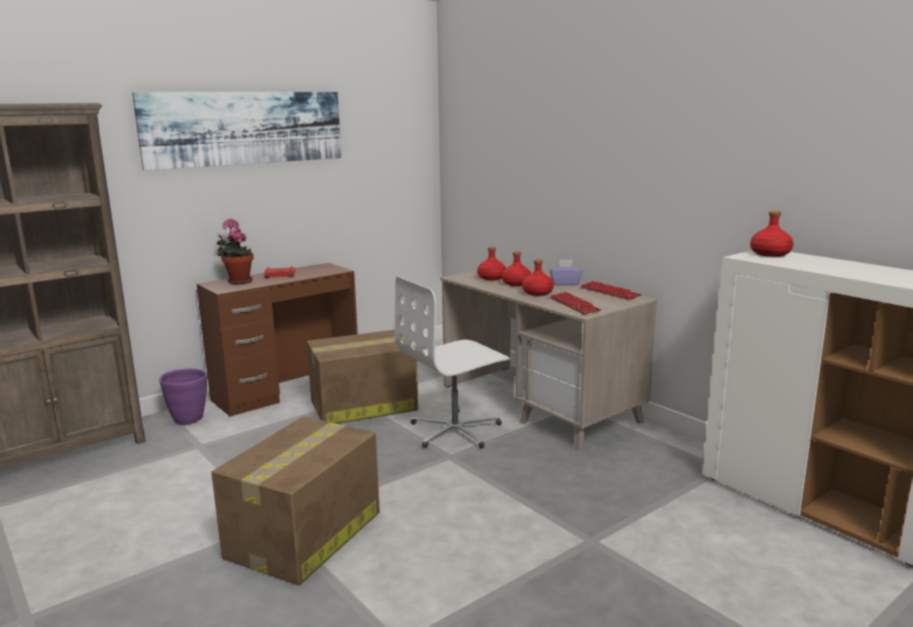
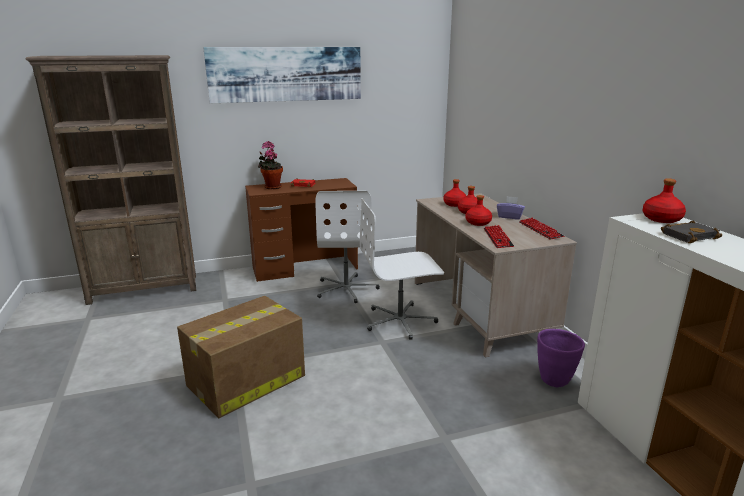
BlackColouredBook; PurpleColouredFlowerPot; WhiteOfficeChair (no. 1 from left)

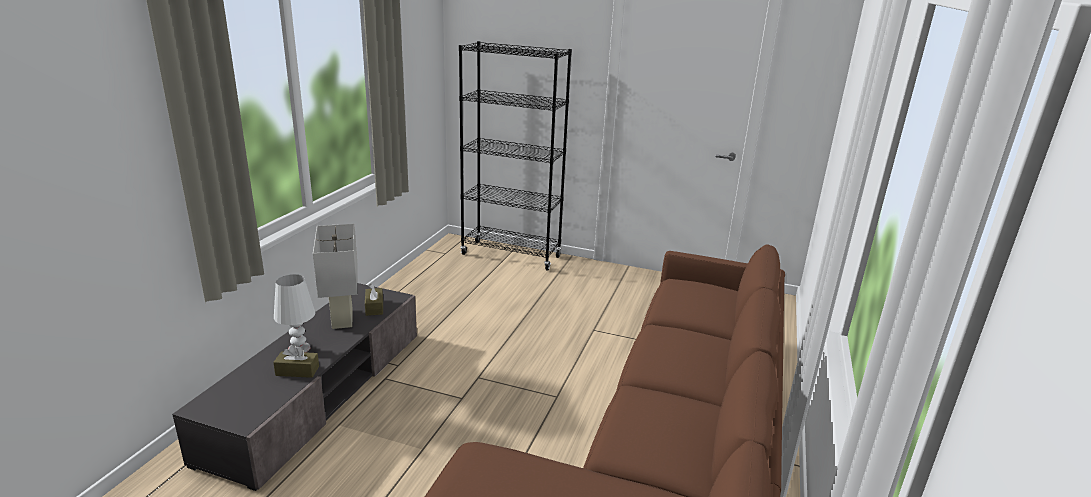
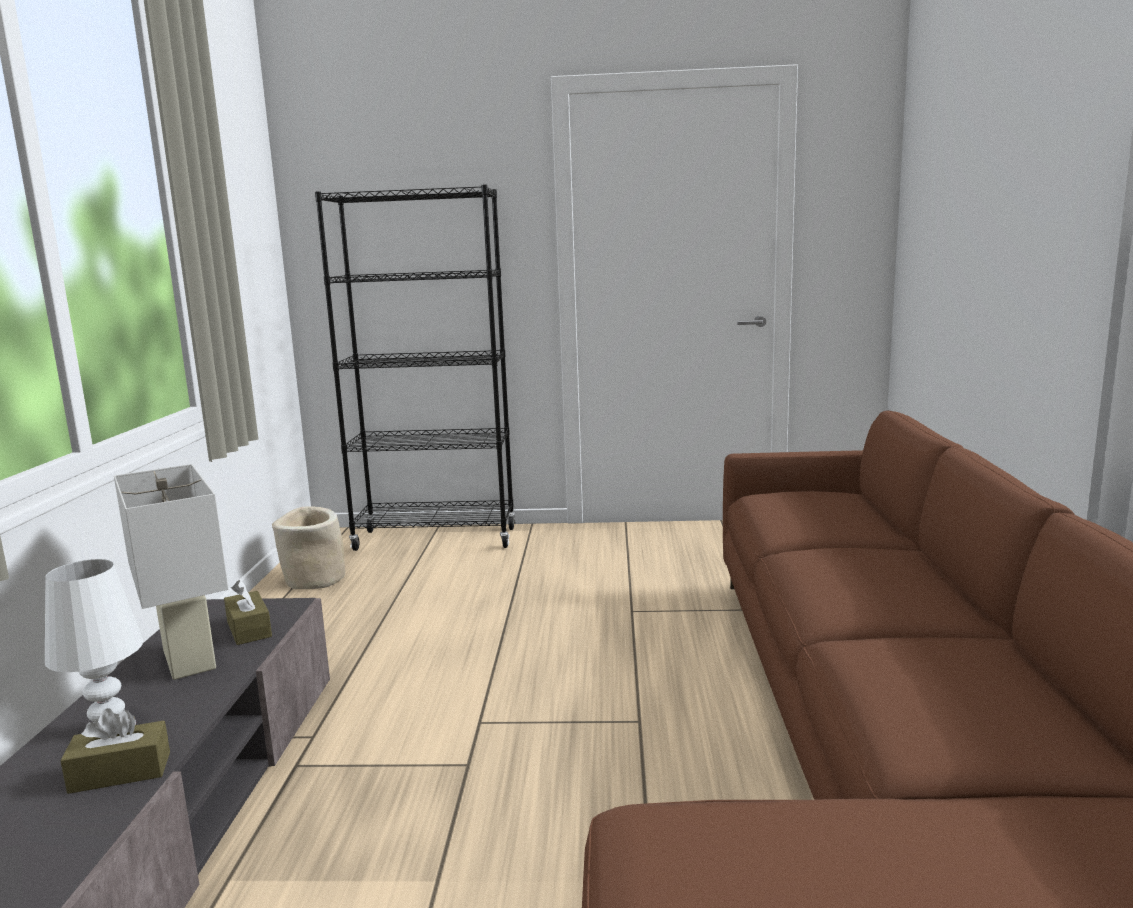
BeigeColouredFlowerPot

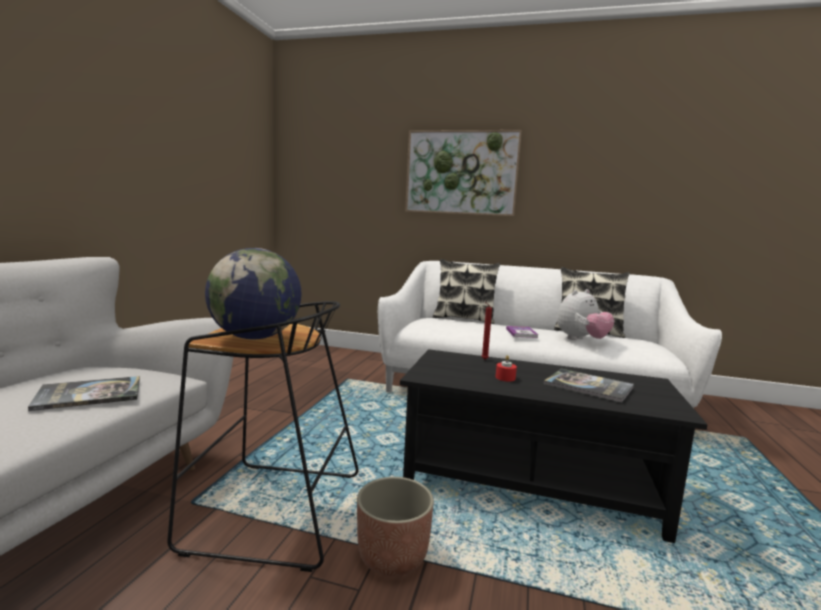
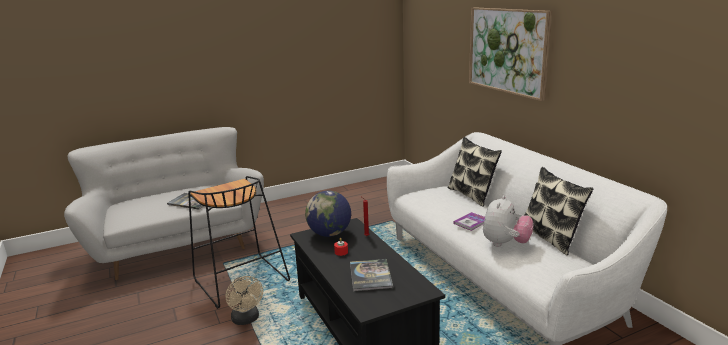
WorldGlobe; BeigeColouredFan; SoftToy

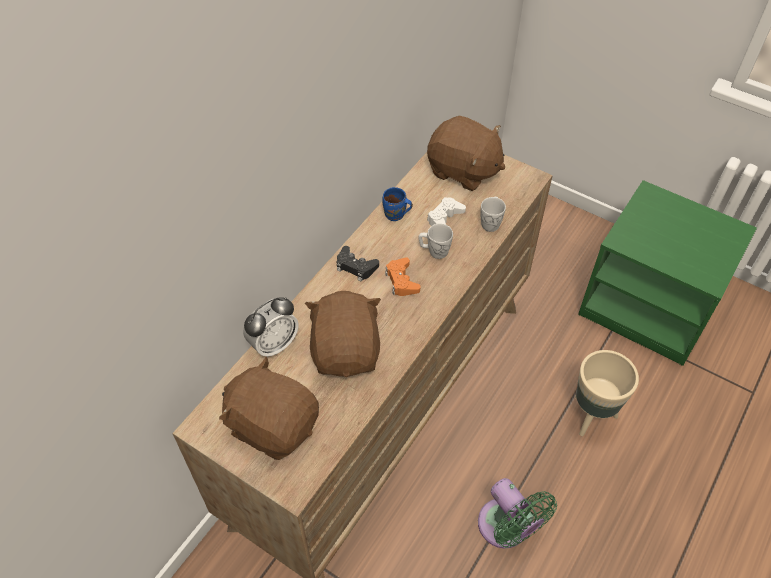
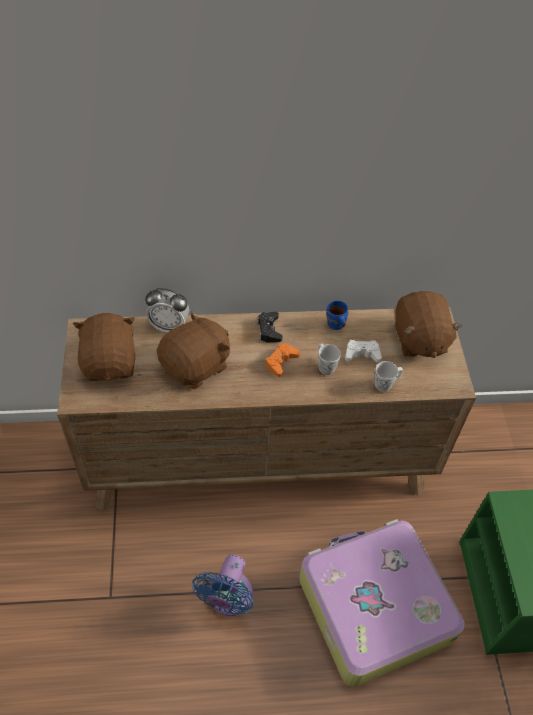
PieceOfLuggage; BluishFan

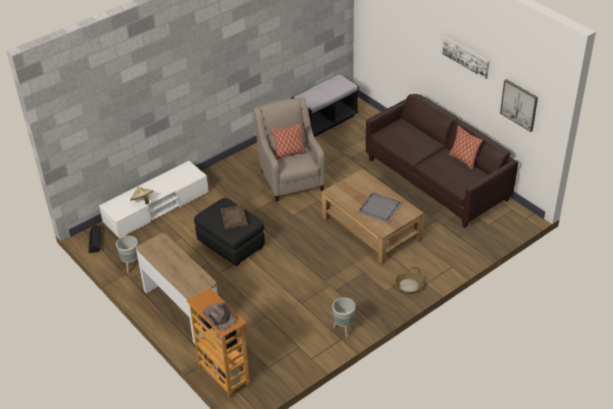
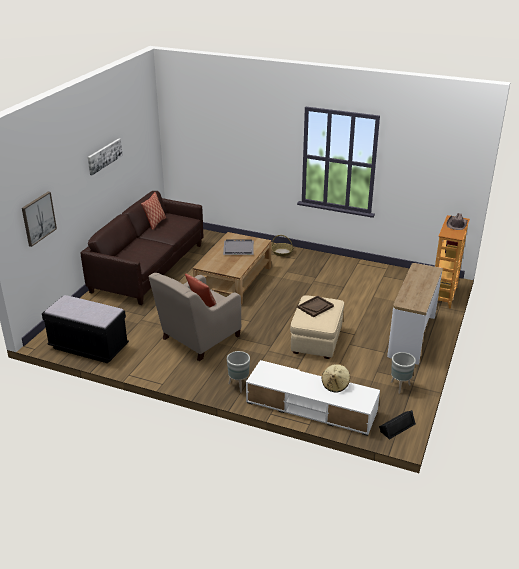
GreyFlowerPot (no. 1 from left); WallPicture (no. 1 from left); BeigeColouredOttoman

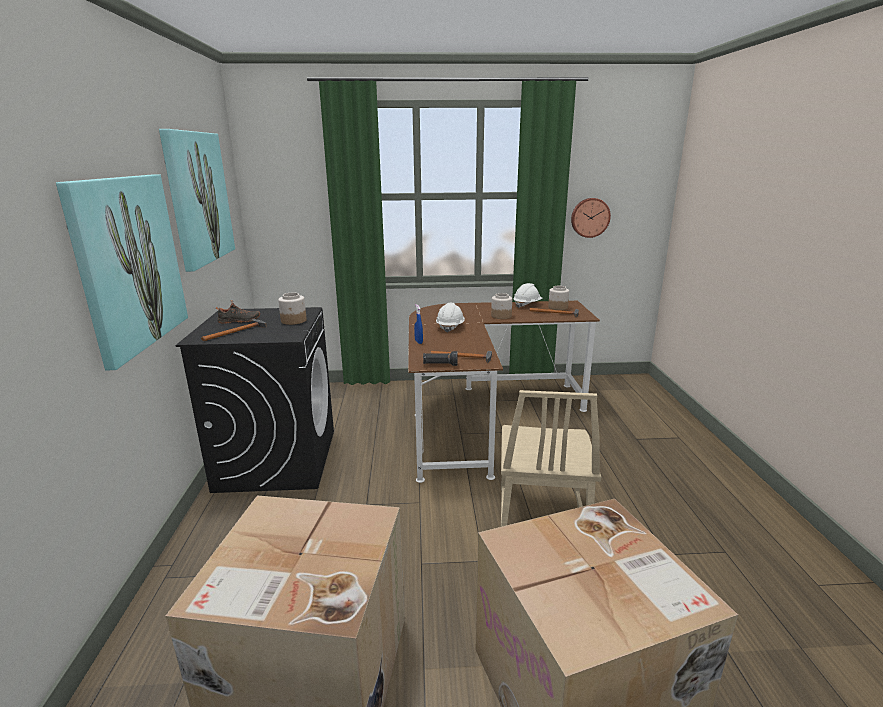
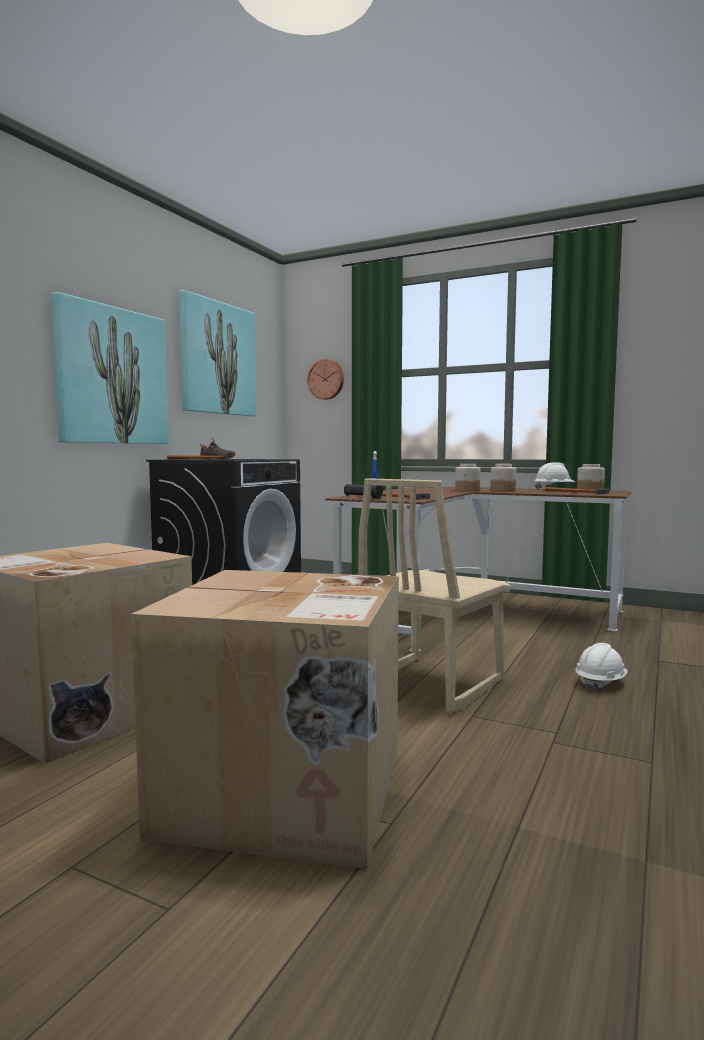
StorageJar (no. 1 from left); WhiteWorkHelmet (no. 2 from left); HangingClock

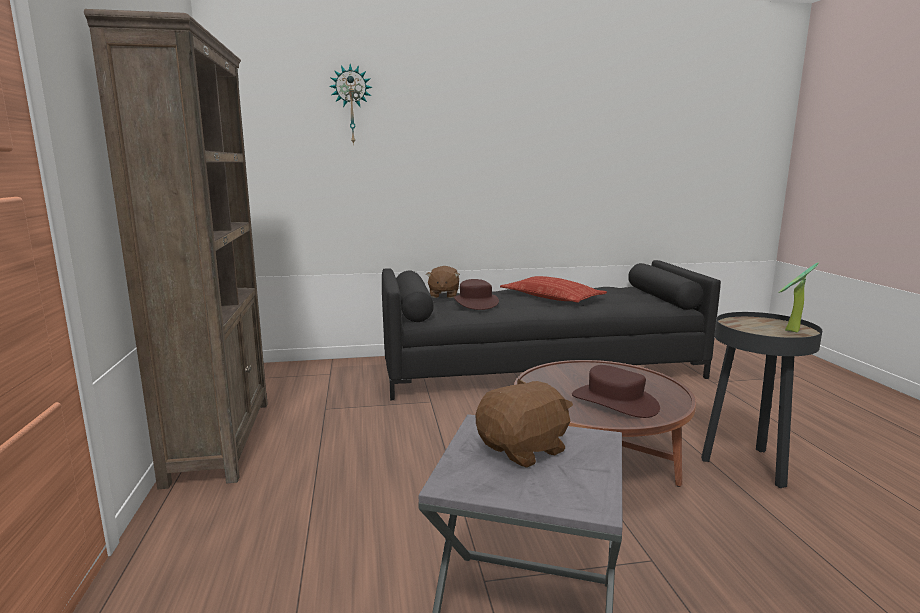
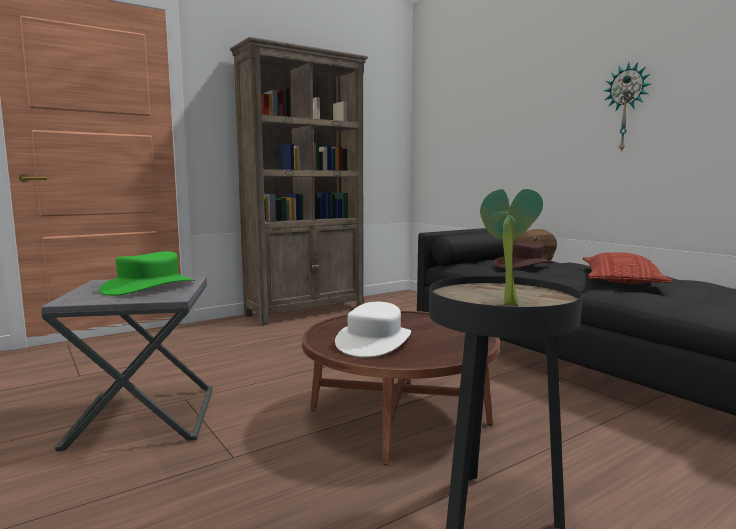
HangingClock; GreenColouredHat; WhiteHat

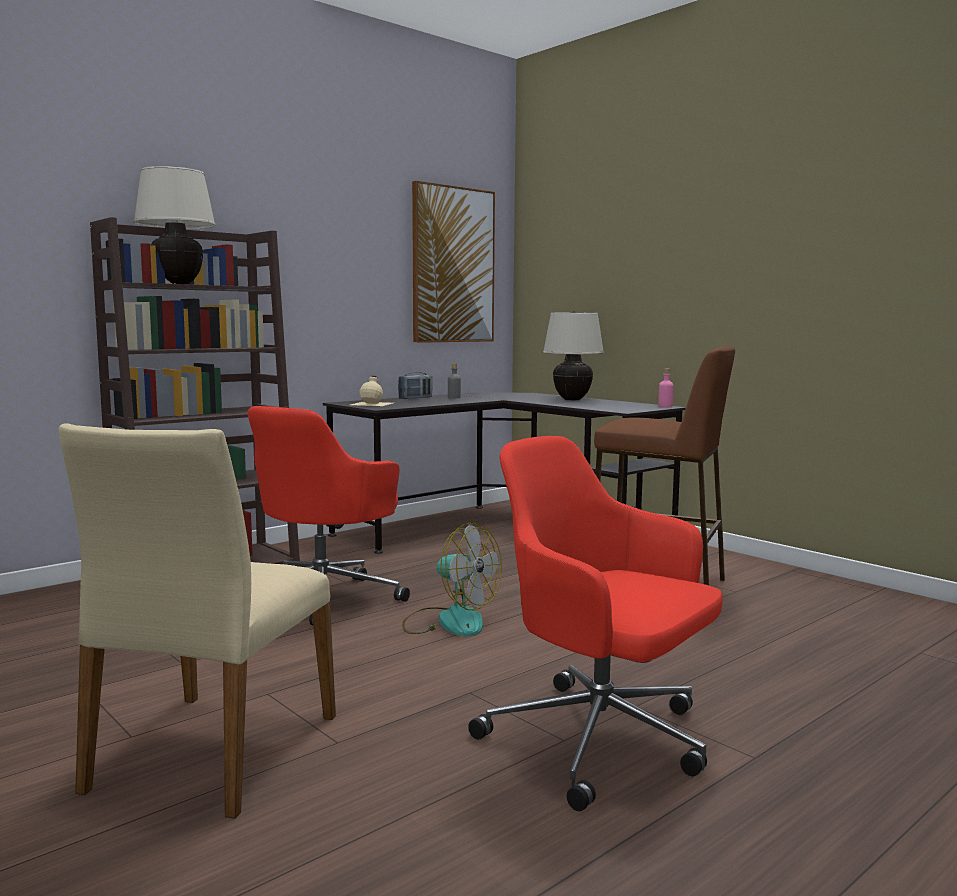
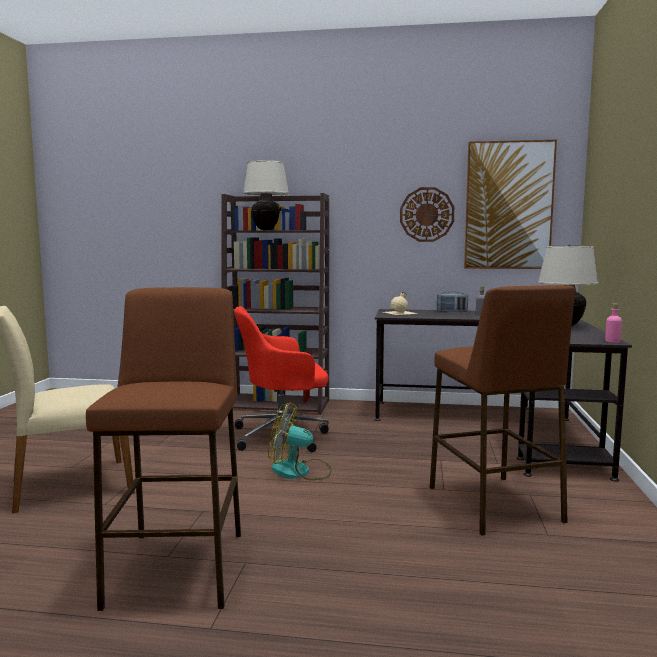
HangingClock; BrownStool (no. 1 from left); Fan

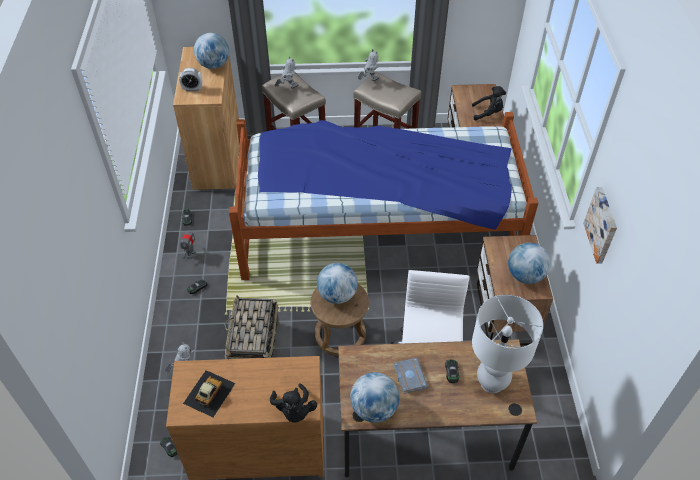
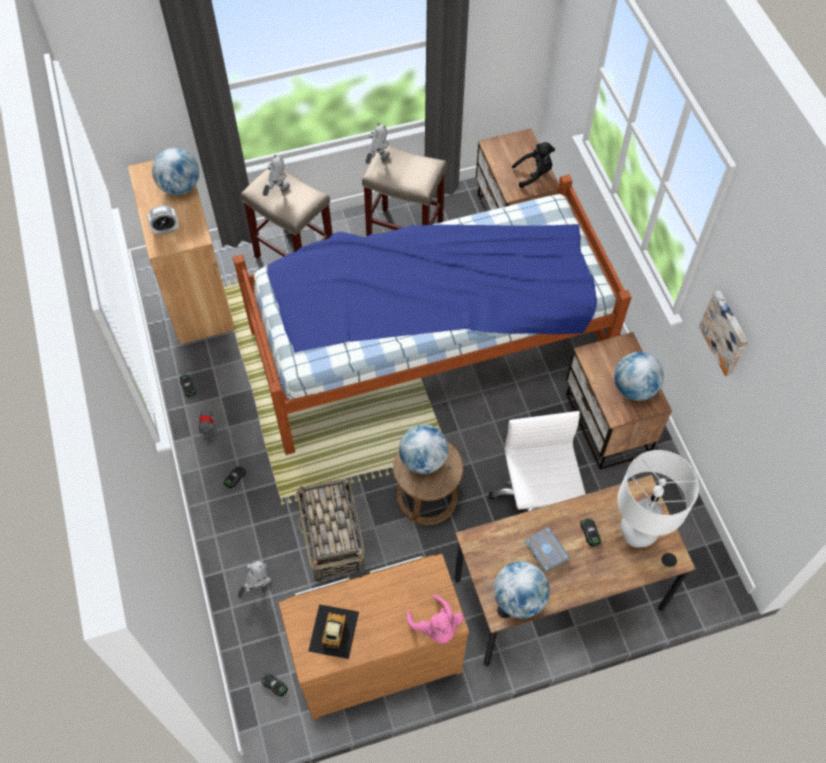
PinkColouredSoftToy

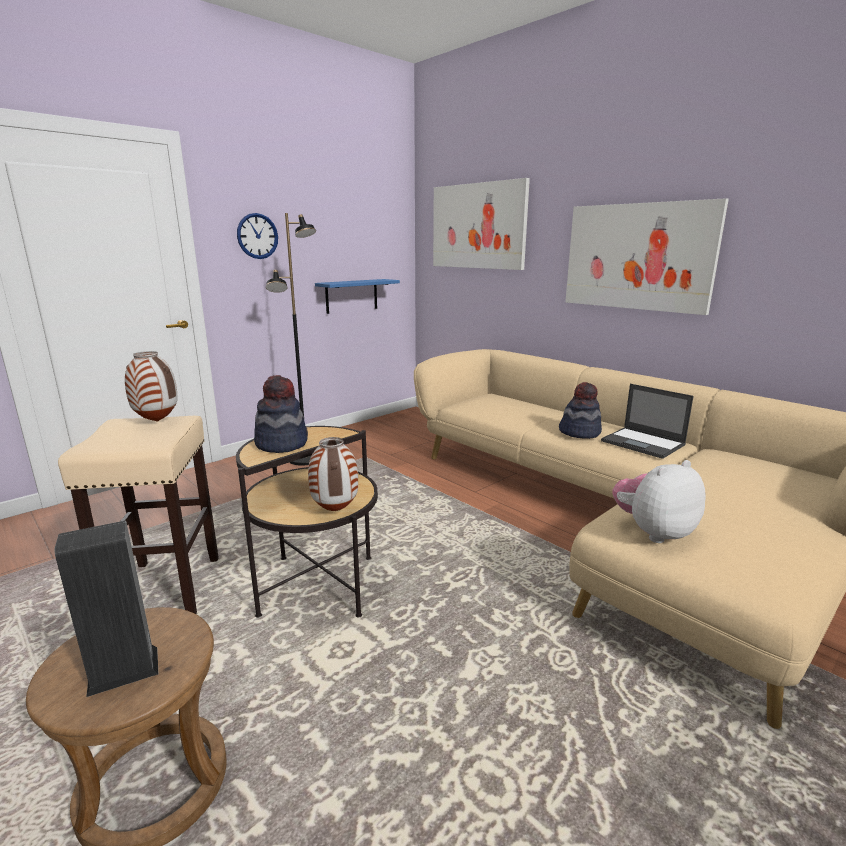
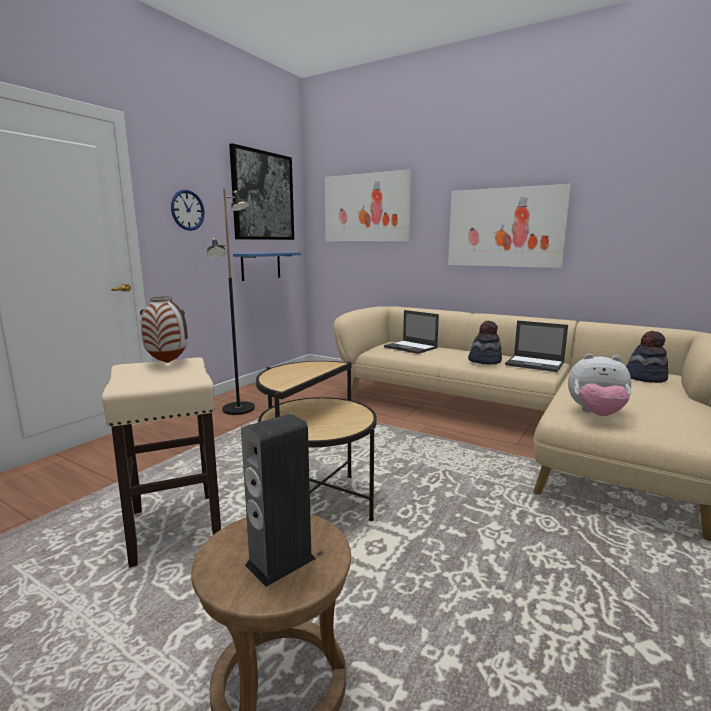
DecorativeVase (no. 2 from left in the first image); WallPicture (no. 1 from left); PortableComputer (no. 1 from left); Hat (no. 2 from left); SoftToy

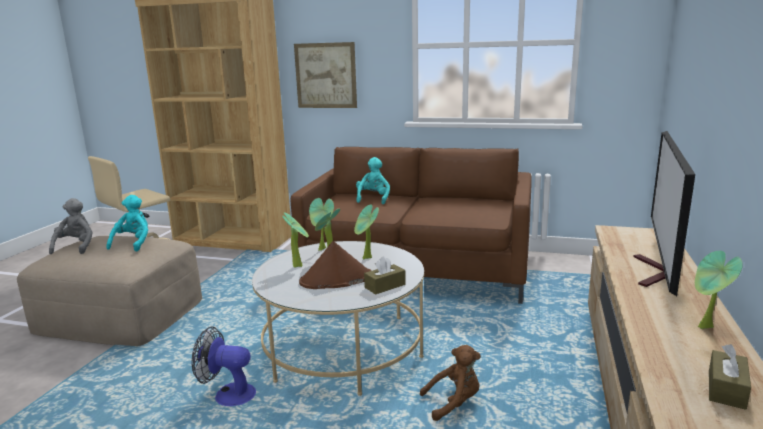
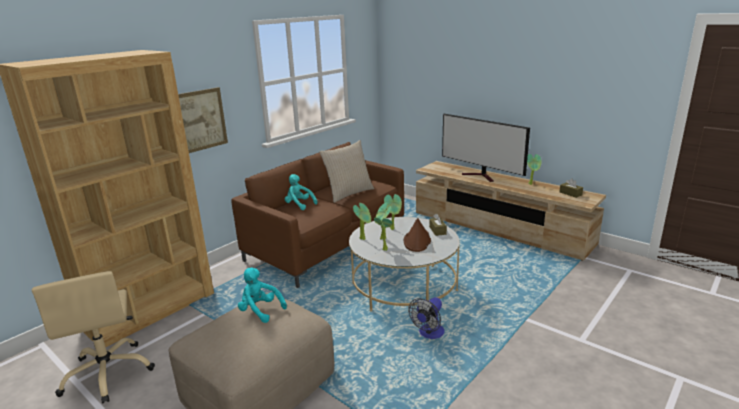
GreySoftToy; BrownSoftToy; BeigeColouredPillow

